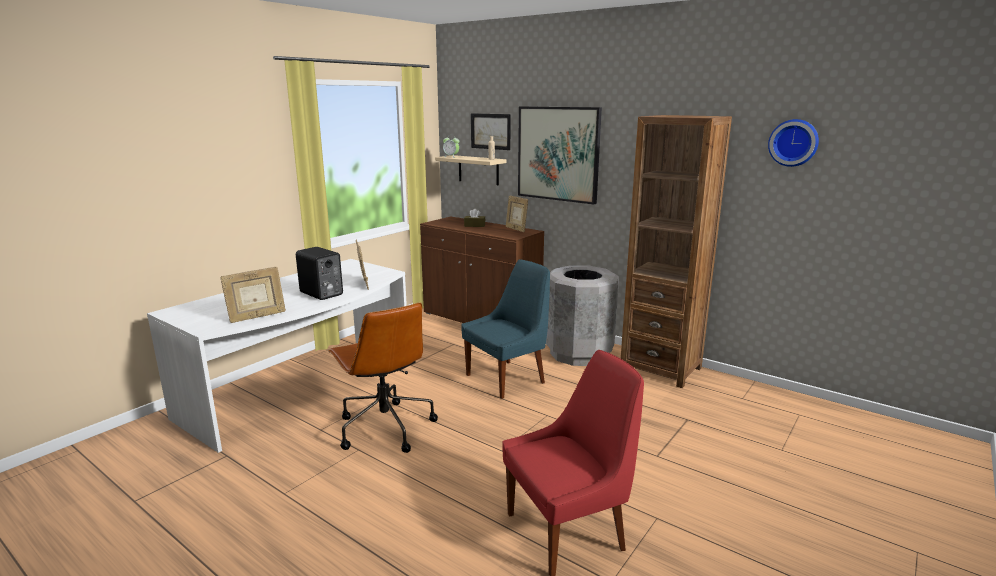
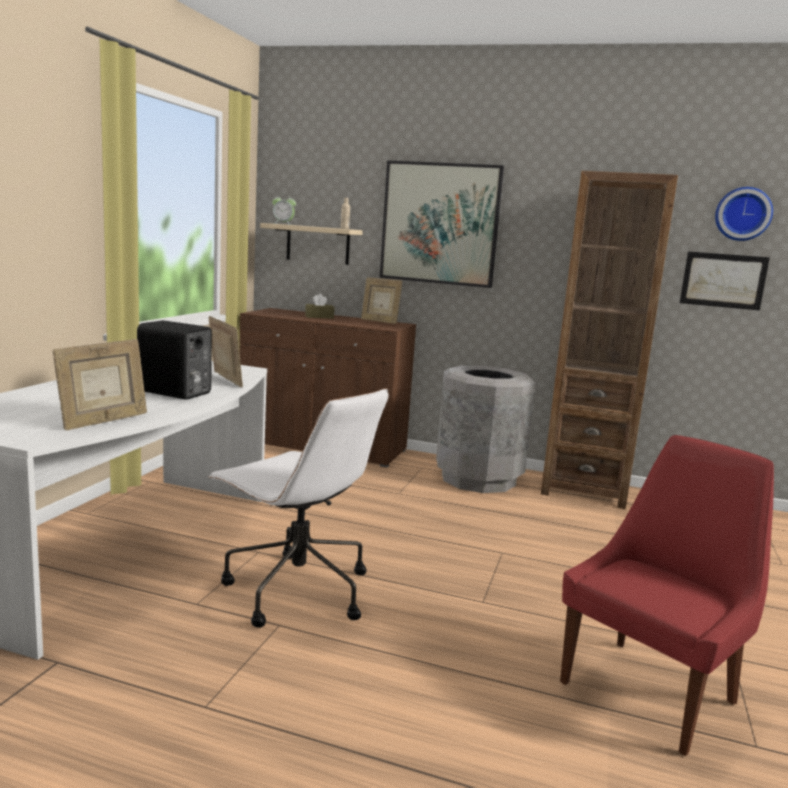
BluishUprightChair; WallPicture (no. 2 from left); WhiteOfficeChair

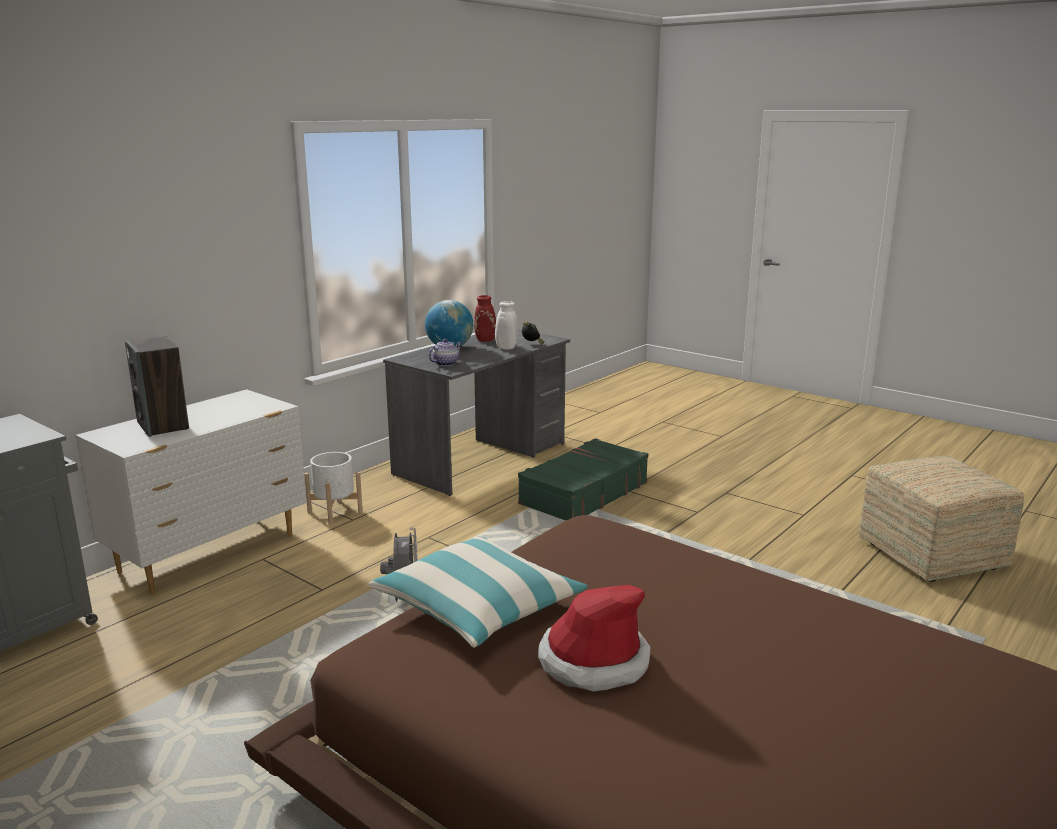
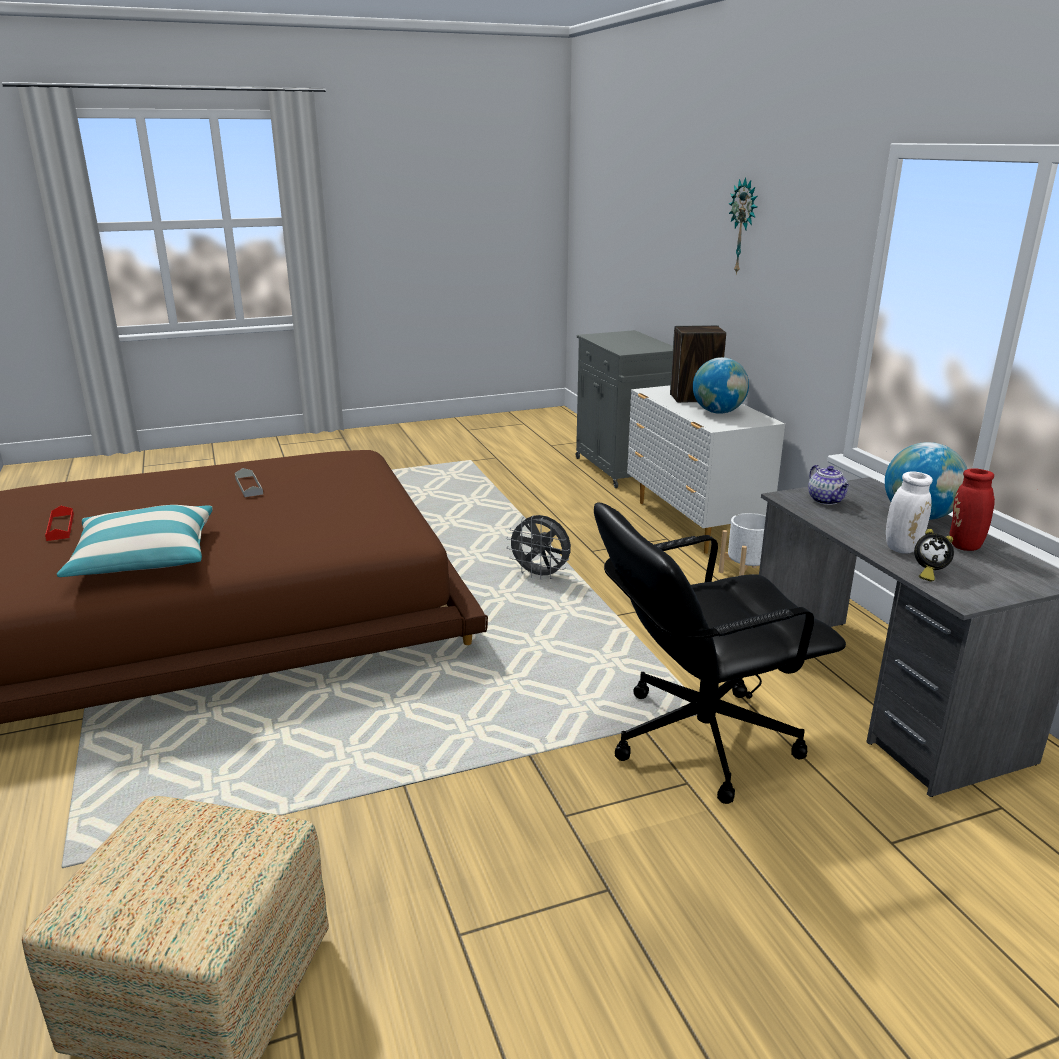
ReddishCarryingTray; WorldGlobe (no. 1 from left); HangingClock; Pillow; BlackColouredOfficeChair; GreyCarryingTray

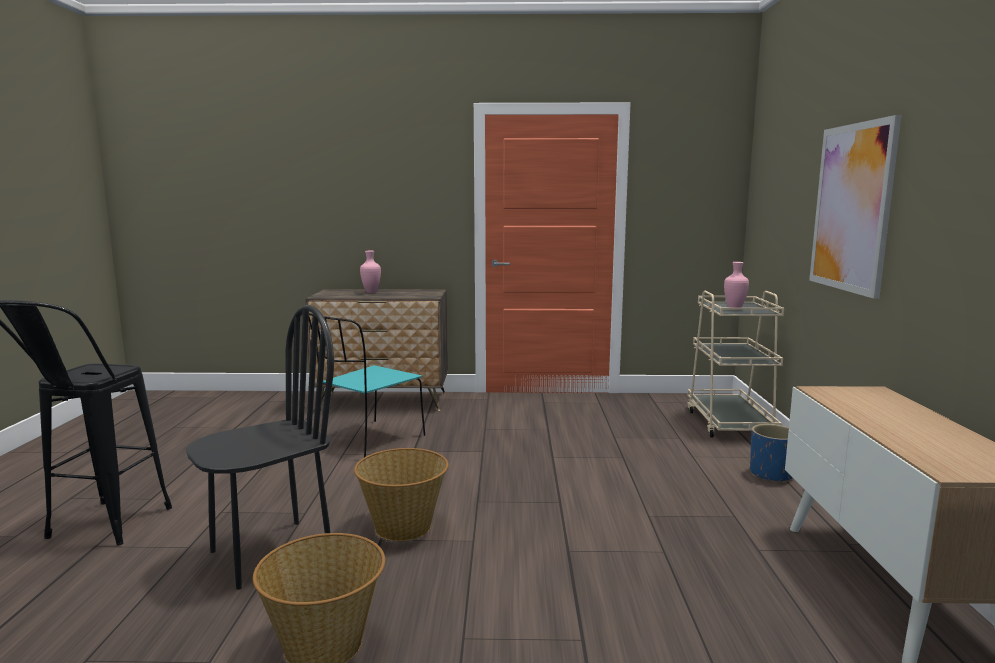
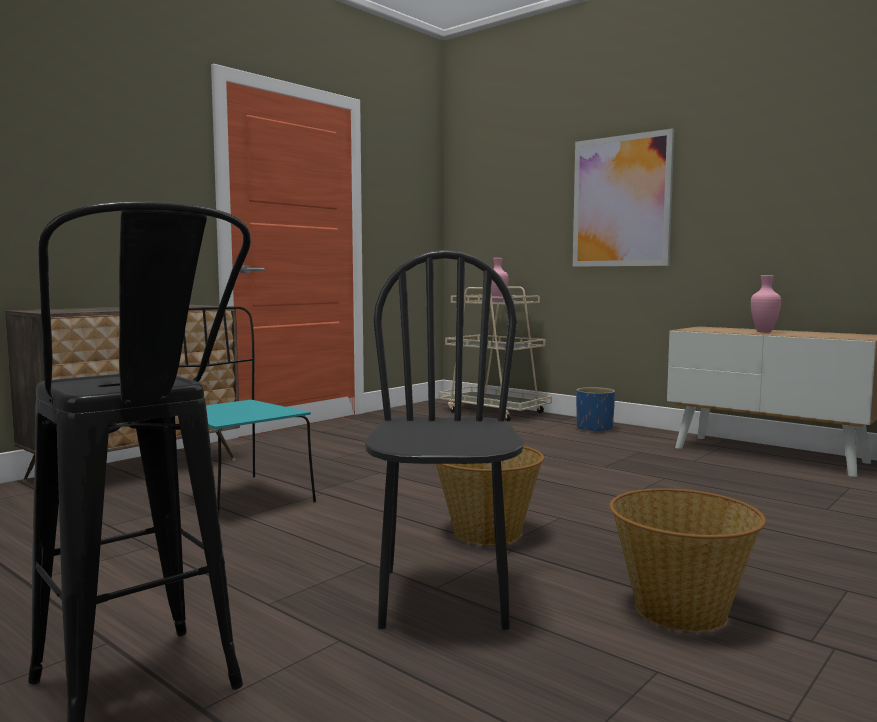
PinkColouredDecorativeVase (no. 2 from left); TurquoiseColouredUprightChair

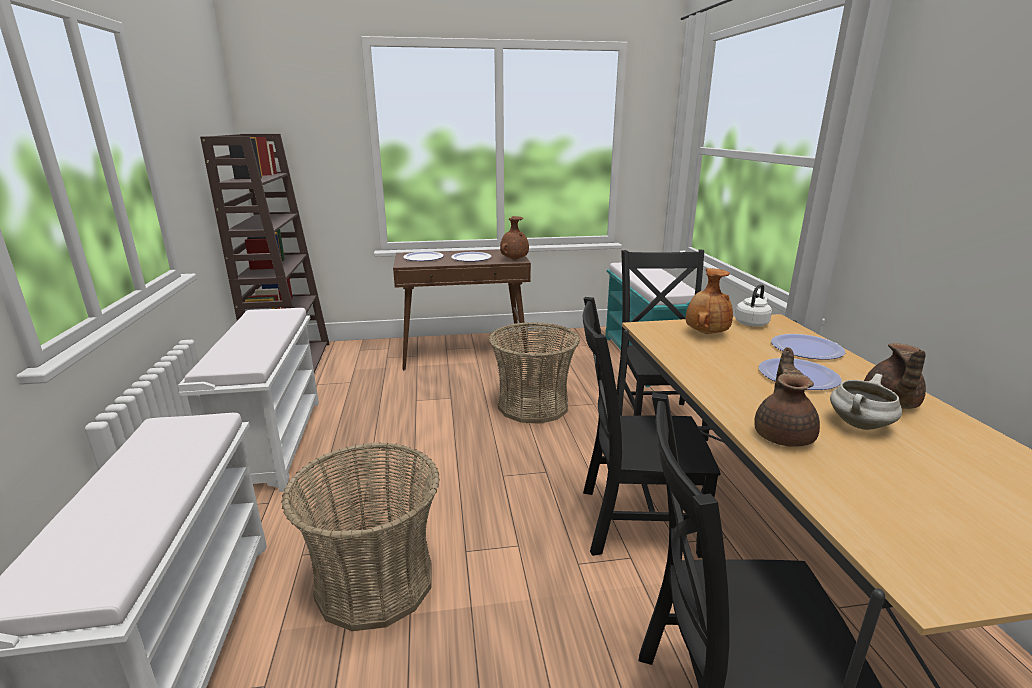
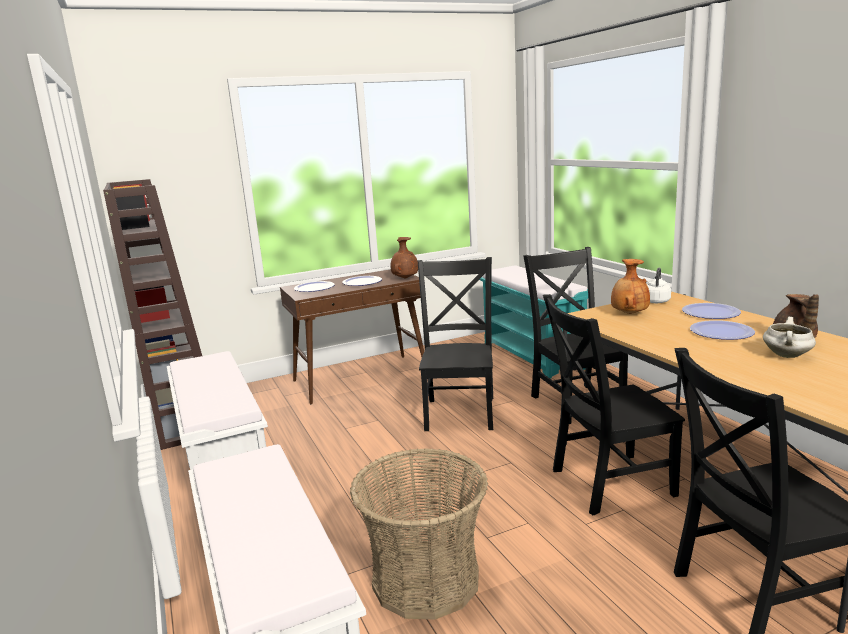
BrownPotForTea (no. 1 from left in the first image); BlackColouredUprightChair (no. 1 from left)

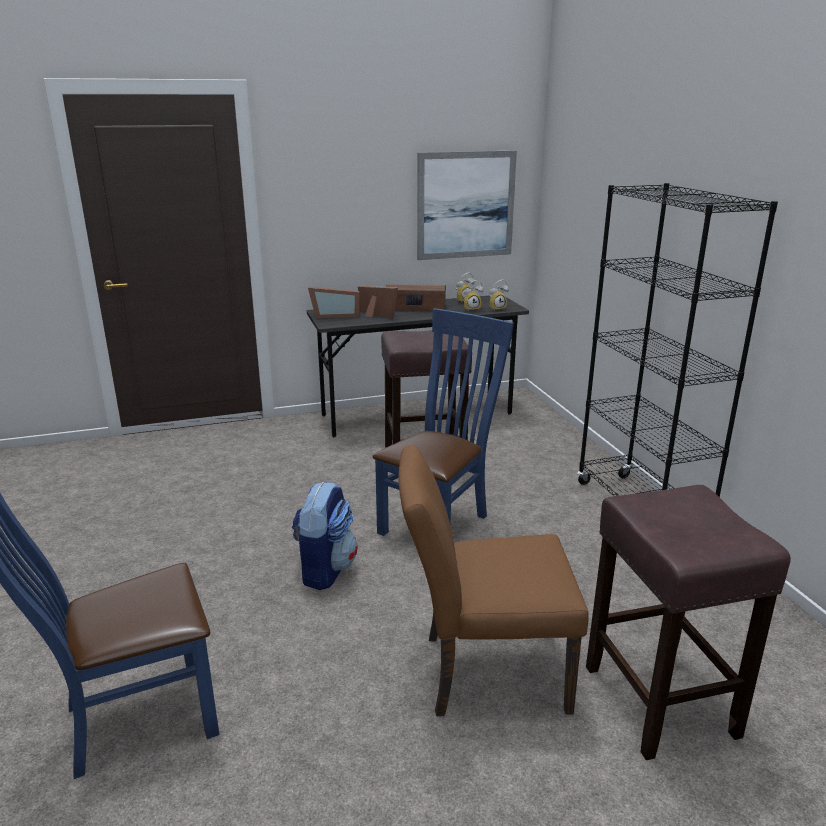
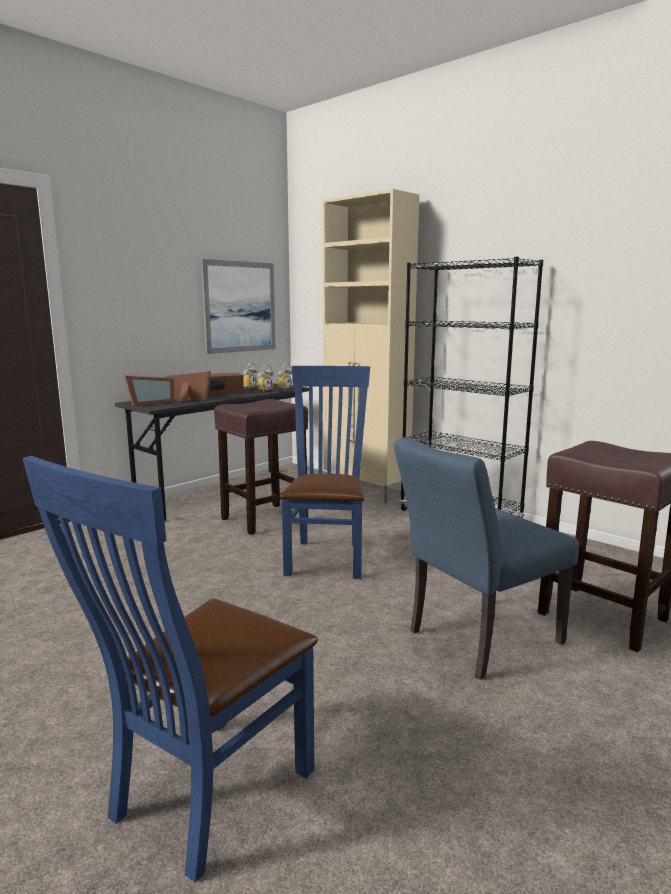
Rucksack; BeigeColouredStorageCabinet; BluishUprightChair (no. 3 from left)

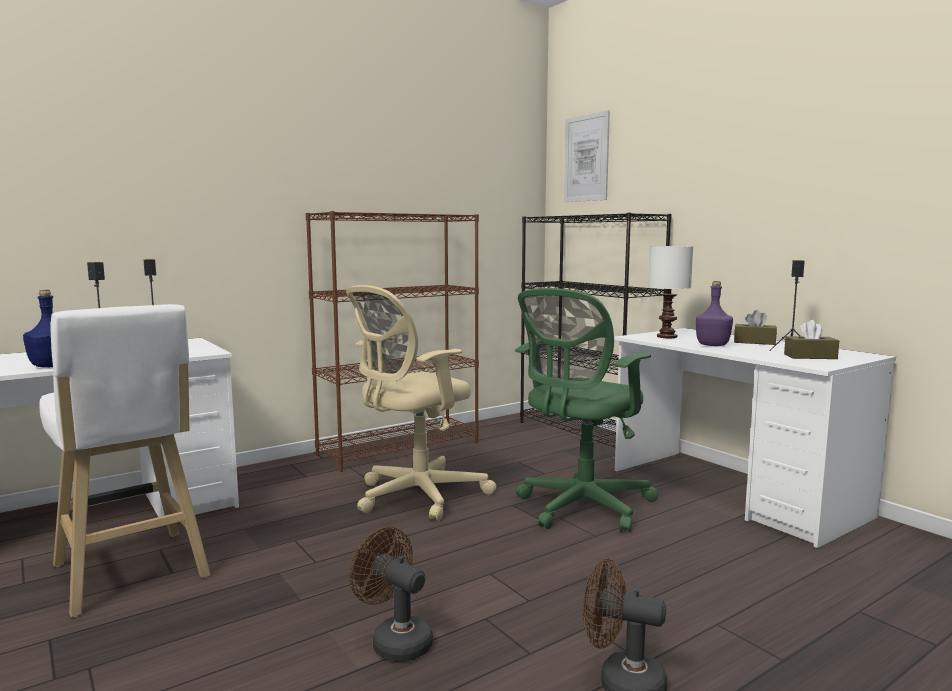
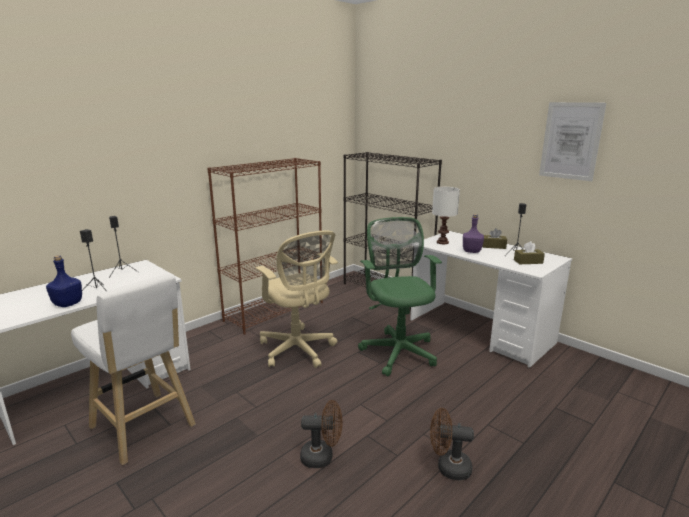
WallPicture; BeigeColouredOfficeChair; BrownFan (no. 1 from left); GreenColouredOfficeChair

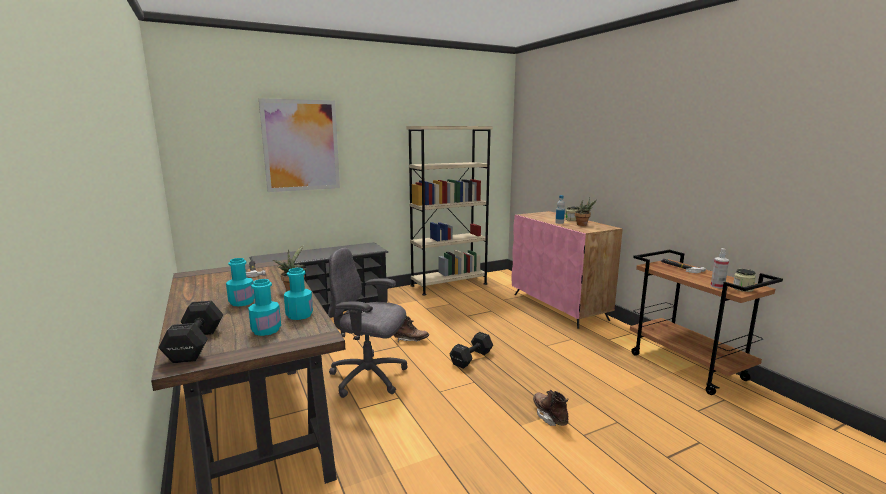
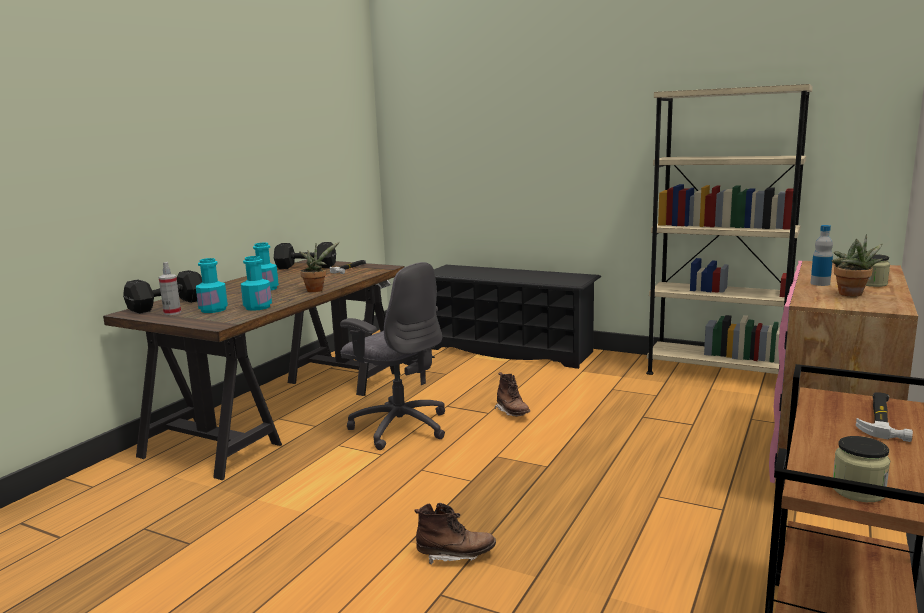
WallPicture; BlackColouredDumbbell (no. 2 from left); SprayBottle; GreyOfficeChair; BrownTallBoot (no. 1 from left)

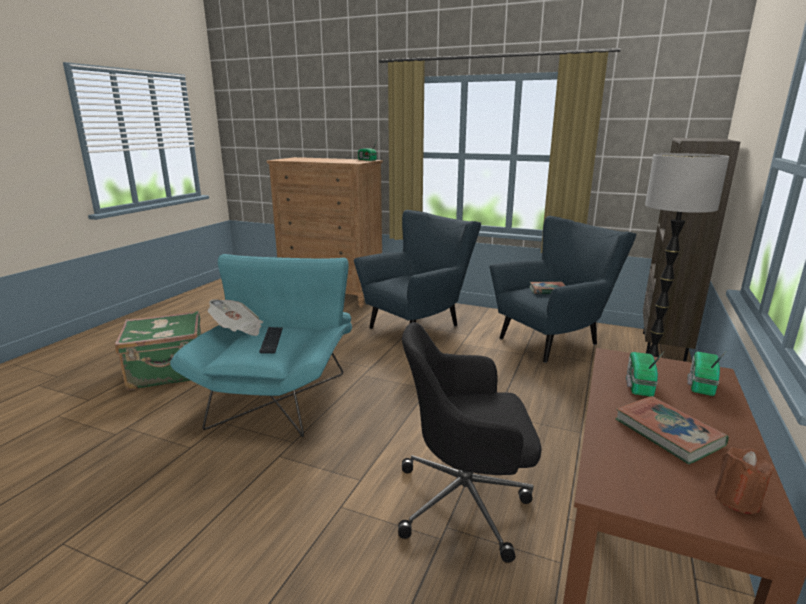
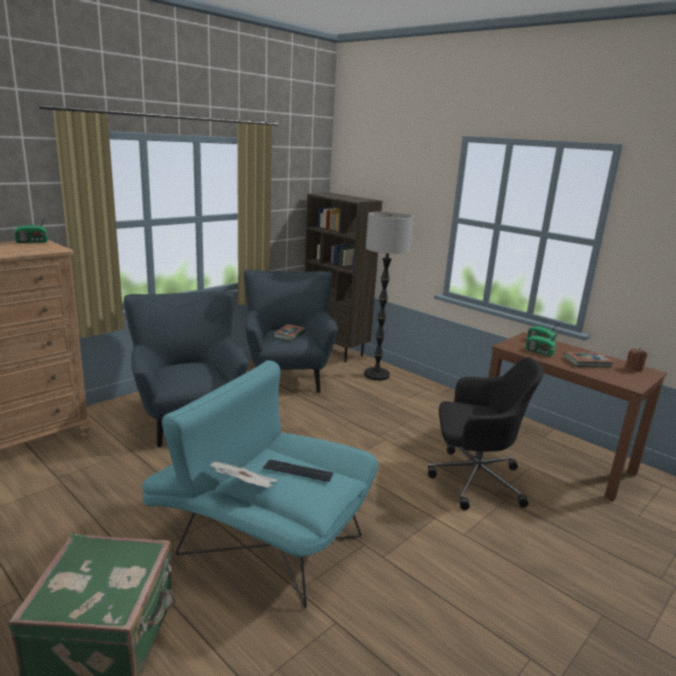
BlackColouredOfficeChair

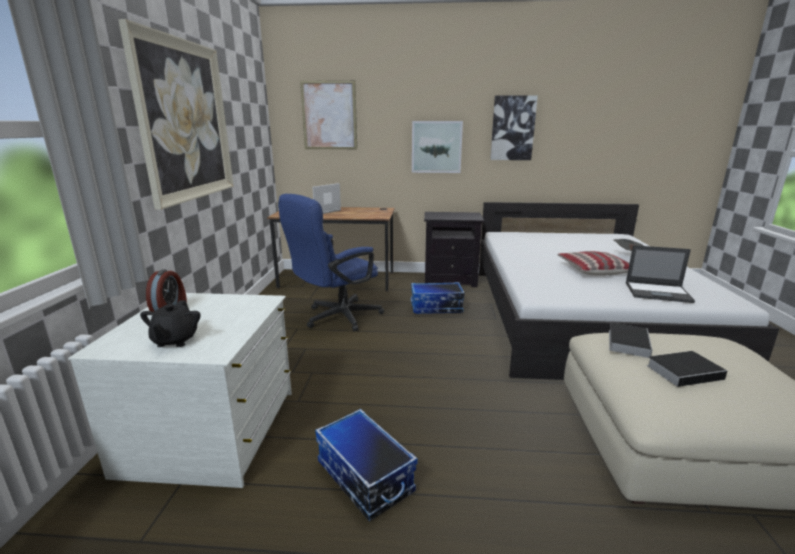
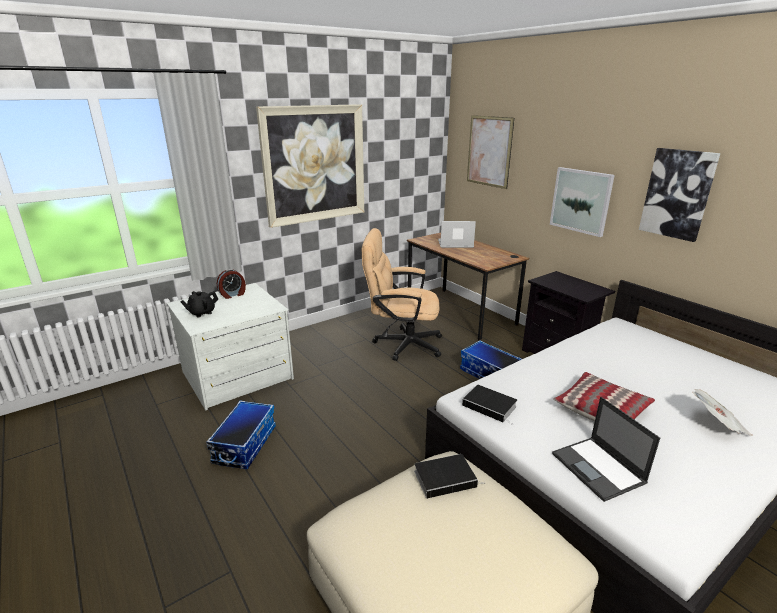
Book (no. 2 from left); BeigeColouredOfficeChair

